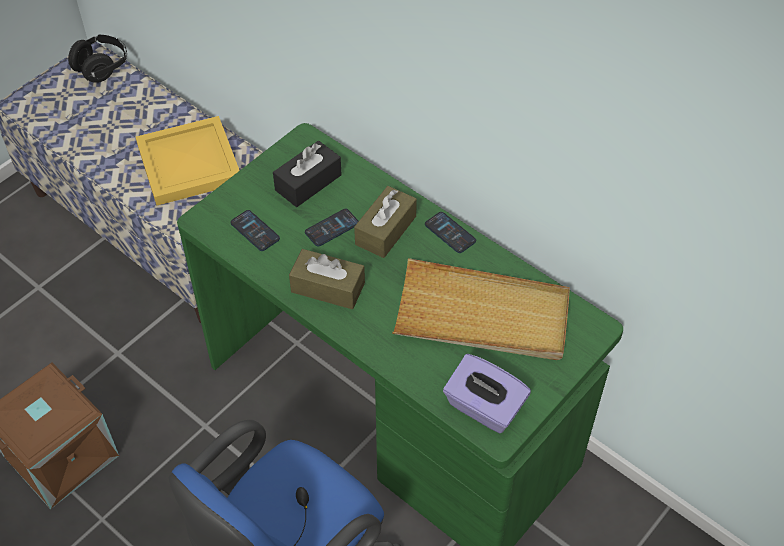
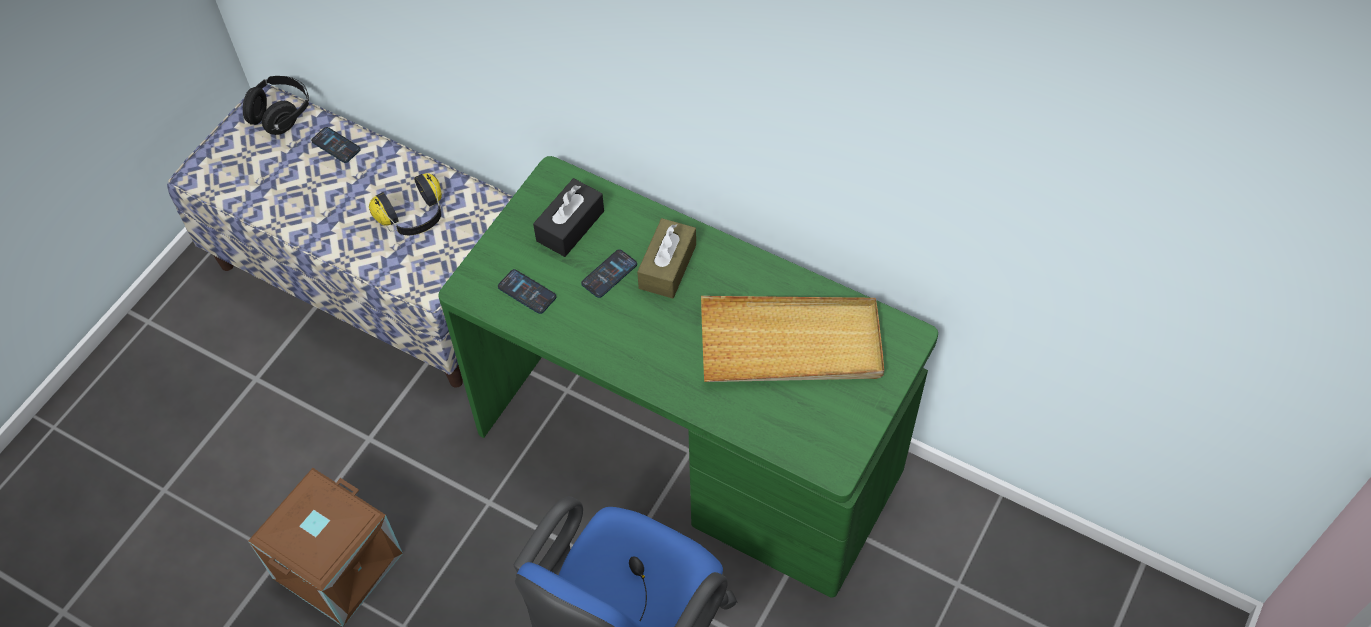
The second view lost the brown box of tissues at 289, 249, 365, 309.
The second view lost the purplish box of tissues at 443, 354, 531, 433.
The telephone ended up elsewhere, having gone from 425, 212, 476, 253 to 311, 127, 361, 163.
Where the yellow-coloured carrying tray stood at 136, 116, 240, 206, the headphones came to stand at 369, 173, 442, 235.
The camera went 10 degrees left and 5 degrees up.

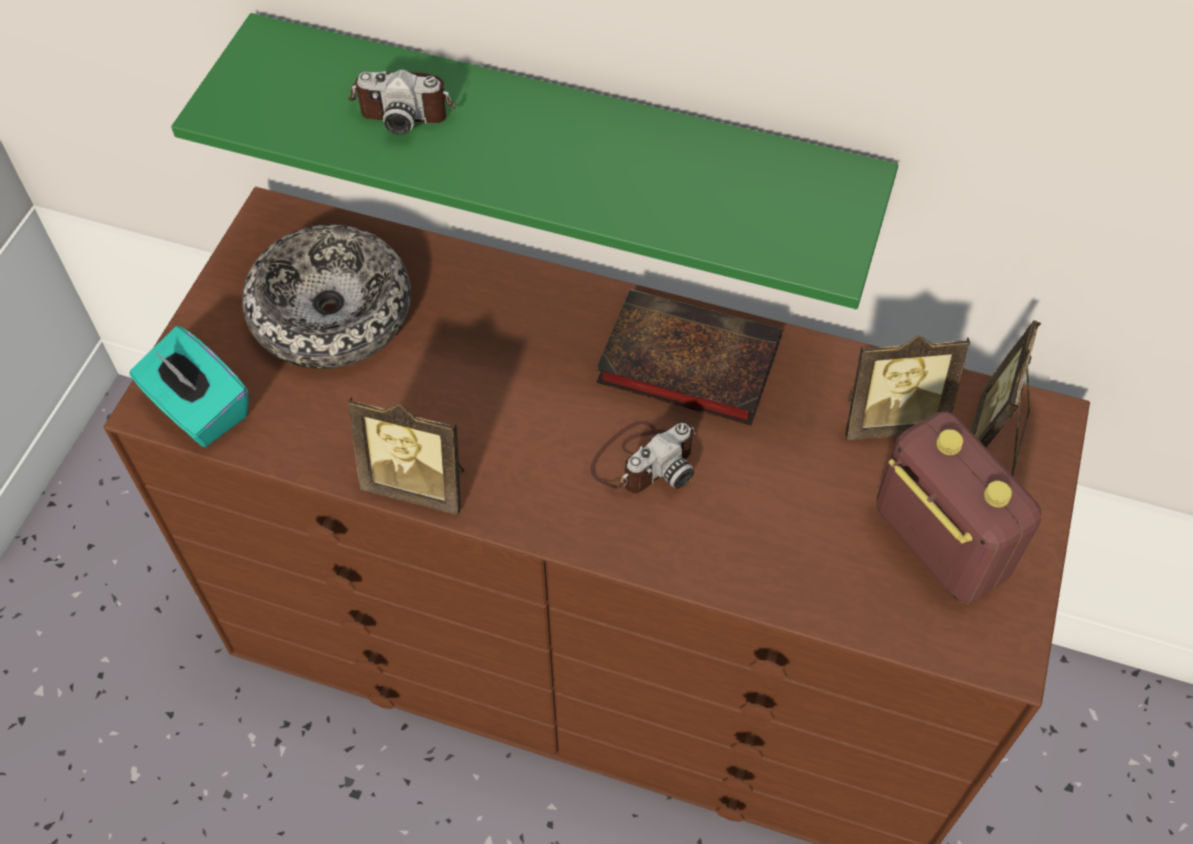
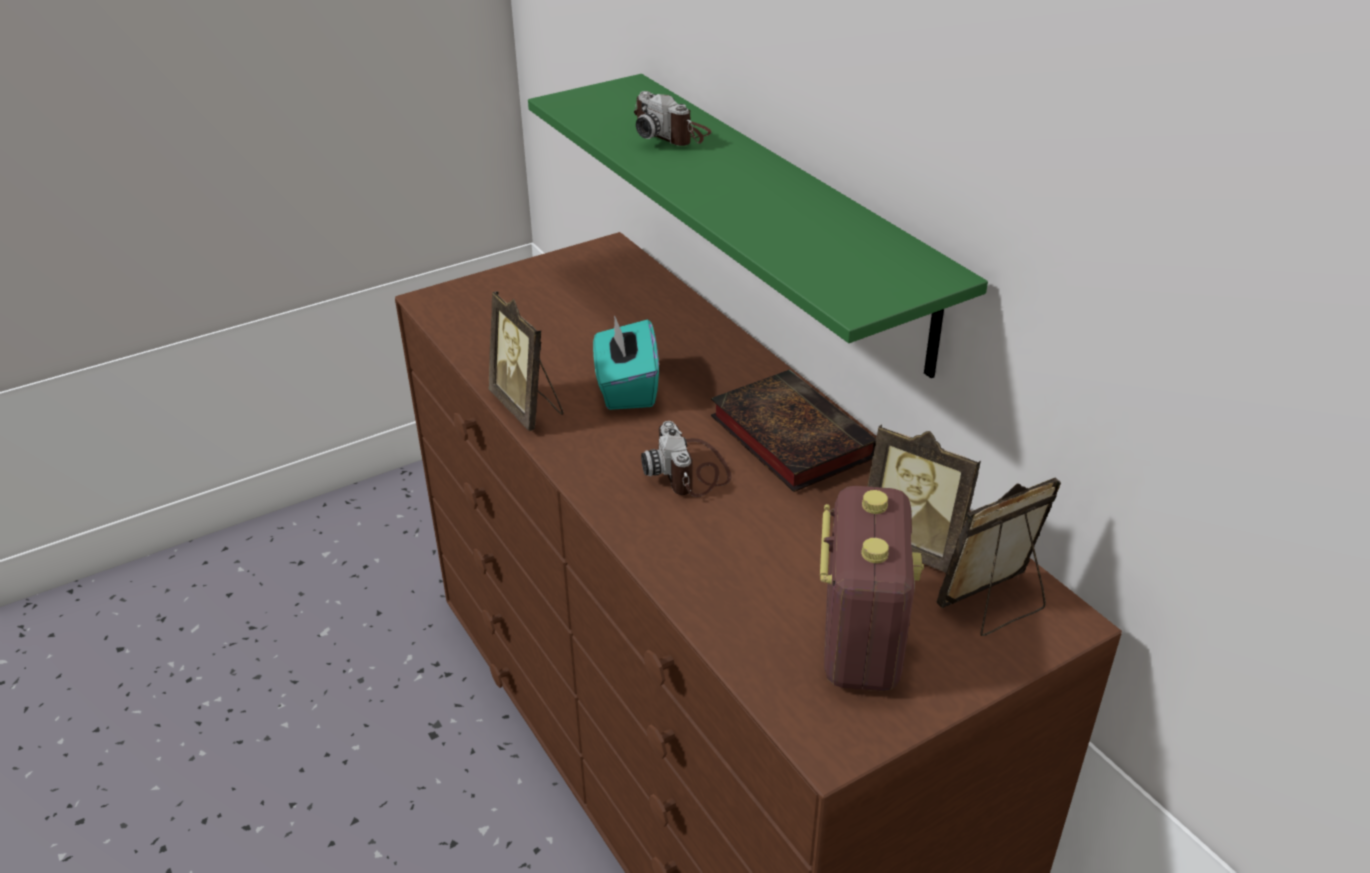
The second view lost the deep dish at 242, 225, 411, 369.
The turquoise-coloured box of tissues ended up elsewhere, having gone from 130, 326, 249, 447 to 593, 315, 659, 410.
The still camera at 590, 421, 696, 493 ended up facing another way, 75 degrees clockwise from before.
The camera went 40 degrees right and 20 degrees down.

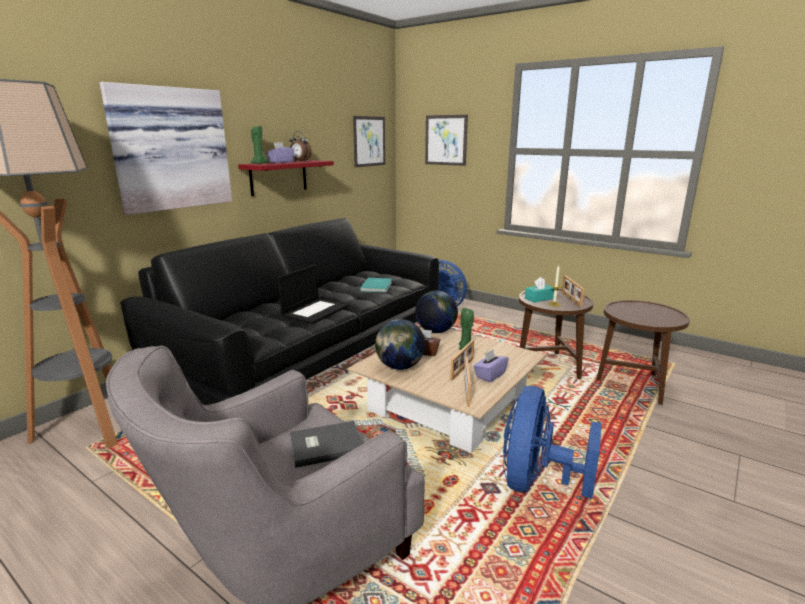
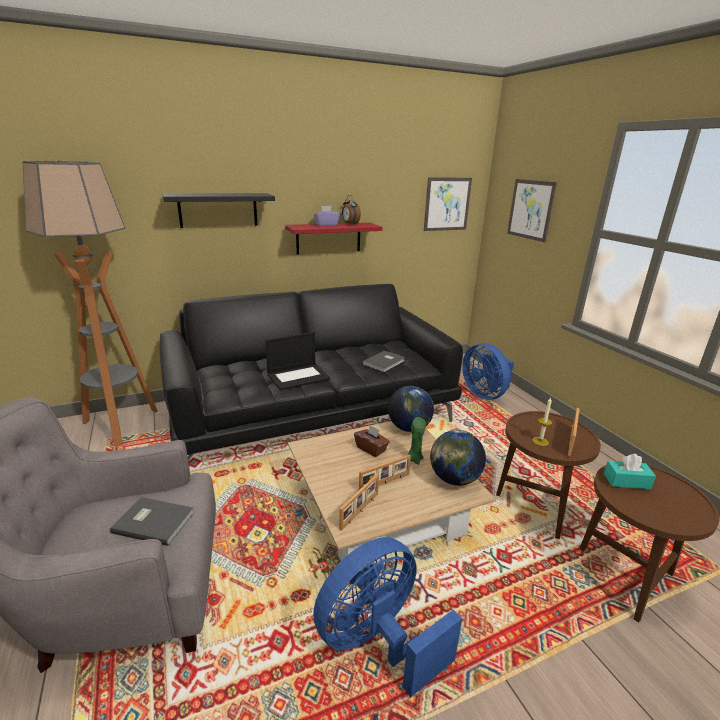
The second view lost the green wax candle at 250, 125, 269, 164.
The second view lost the purplish box of tissues at 473, 350, 509, 382.
The desk globe ended up elsewhere, having gone from 375, 319, 425, 370 to 430, 430, 486, 486.
The turquoise-coloured box of tissues ended up elsewhere, having gone from 525, 277, 554, 303 to 604, 454, 656, 489.
Where the wall art hung at 100, 82, 232, 215, the blackish wall shelf came to hang at 163, 193, 275, 228.
What was the turquoise-coloured volume at 360, 278, 392, 293 turned into the grey volume at 363, 351, 405, 372.
The camera went 30 degrees right and 5 degrees up.

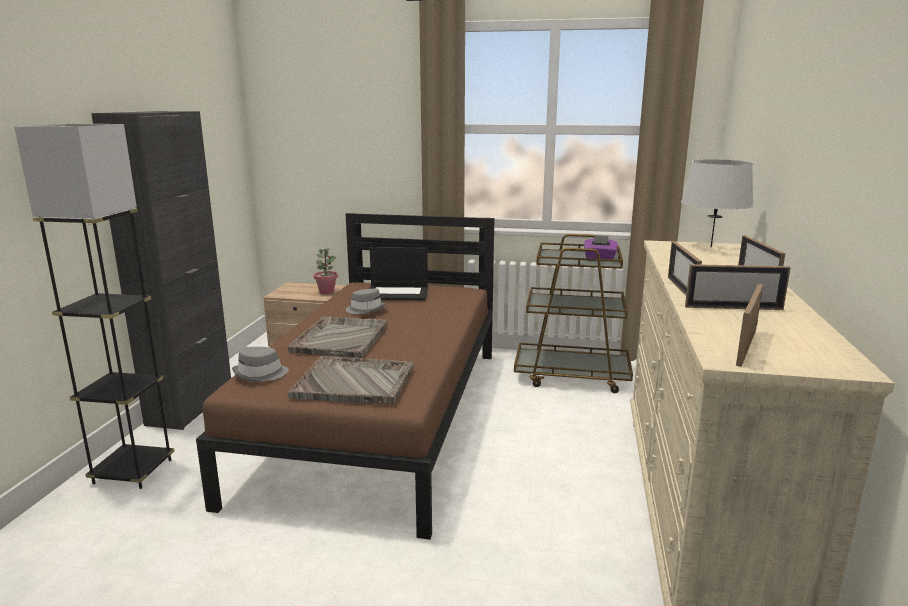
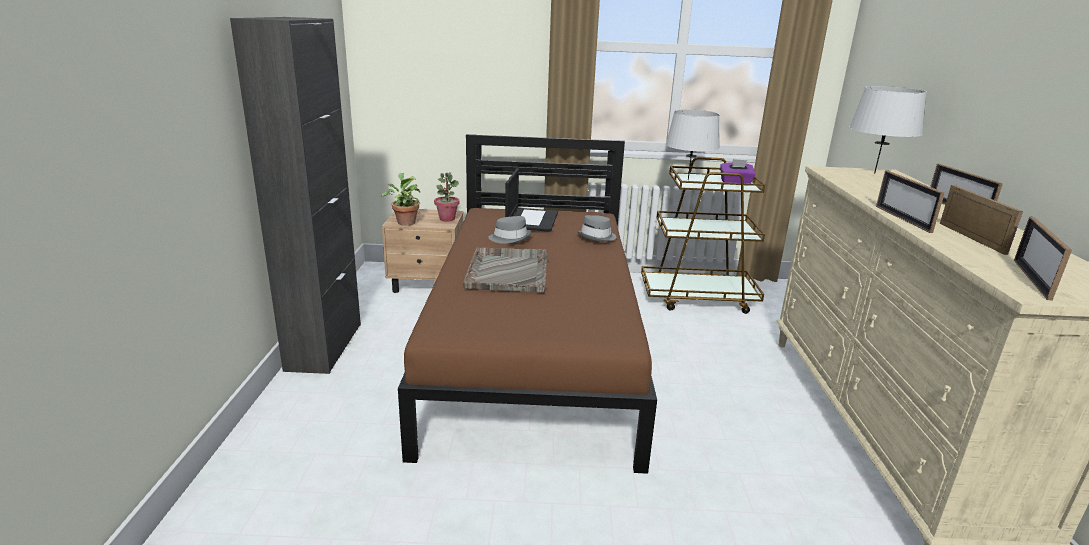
The second view lost the grey standing lamp at 14, 124, 174, 489.
The second view lost the grey carrying tray at 288, 356, 414, 405.
The second view gained the potted plant at 381, 173, 421, 226.
The second view gained the grey table lamp at 666, 110, 720, 180.
The grey clothing hat ended up elsewhere, having gone from 232, 347, 289, 382 to 577, 215, 616, 242.
The notebook computer at 369, 247, 428, 300 ended up facing another way, 75 degrees counterclockwise from before.
The photo frame at 685, 264, 791, 310 ended up facing another way, 90 degrees counterclockwise from before.
The camera went 10 degrees left and 5 degrees up.

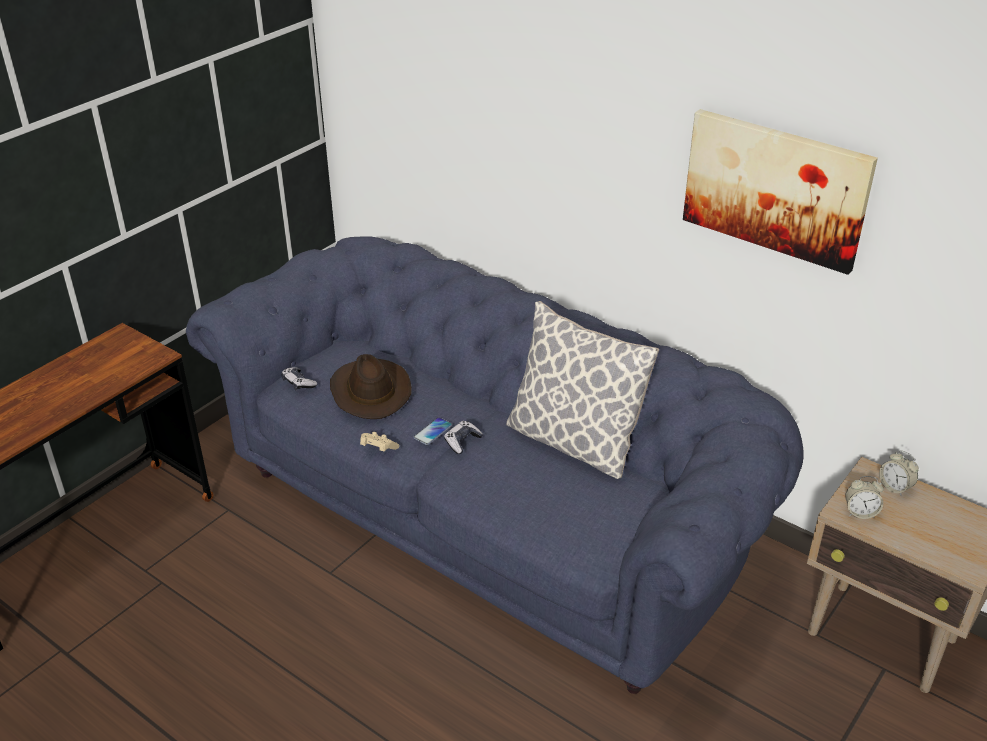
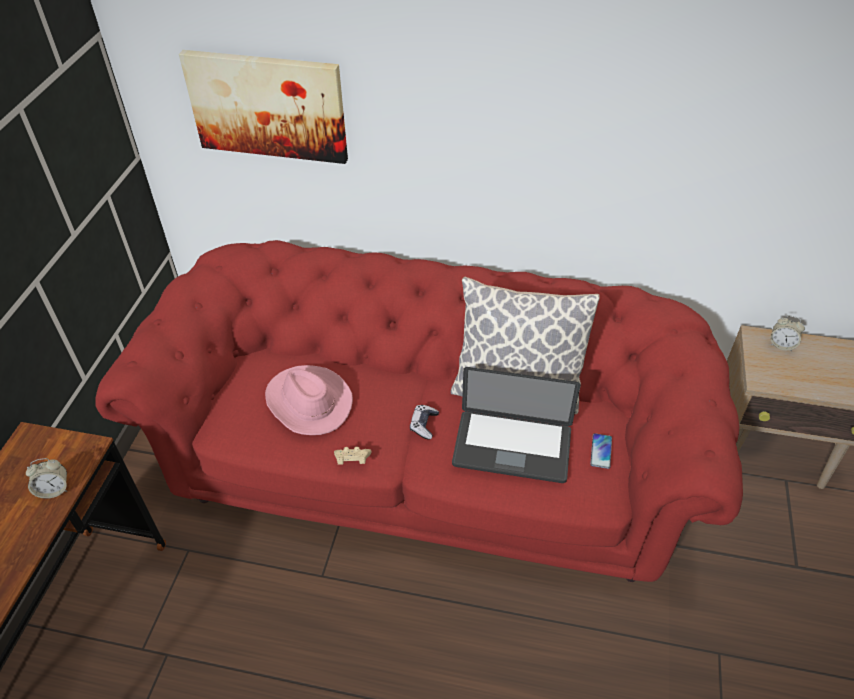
The second view lost the game controller at 281, 367, 317, 390.
The second view gained the notebook computer at 452, 367, 580, 483.
The telephone ended up elsewhere, having gone from 413, 417, 452, 445 to 590, 433, 612, 469.
The wall art ended up elsewhere, having gone from 683, 109, 878, 275 to 179, 50, 348, 164.
The table clock ended up elsewhere, having gone from 845, 476, 884, 519 to 26, 458, 67, 499.
What was the bluish settee at 186, 236, 804, 694 turned into the red settee at 96, 240, 743, 582.
What was the brown clothing hat at 330, 354, 412, 419 turned into the pinkish clothing hat at 265, 365, 353, 435.
The camera went 25 degrees left and 10 degrees up.

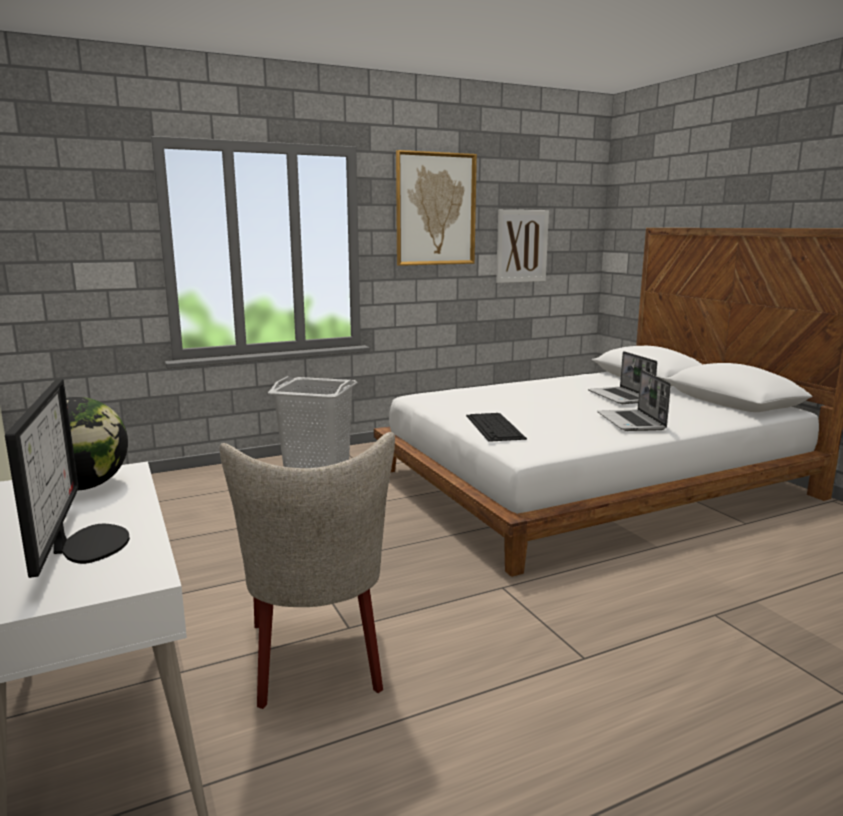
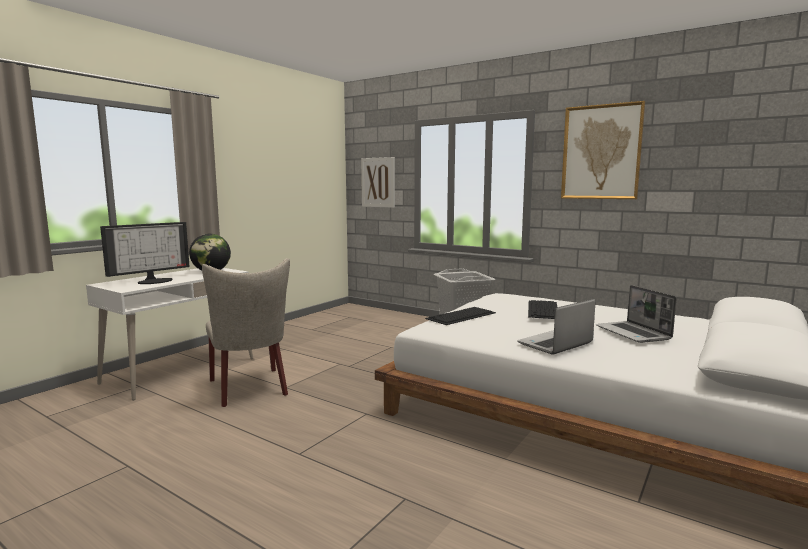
The second view gained the computer keyboard at 528, 300, 557, 319.
The wall art ended up elsewhere, having gone from 496, 210, 549, 283 to 361, 157, 395, 208.
The beige-coloured chair at 220, 432, 395, 709 ended up facing another way, 75 degrees counterclockwise from before.
The notebook computer at 588, 351, 657, 404 ended up facing another way, 60 degrees counterclockwise from before.
The camera went 60 degrees right and 5 degrees down.

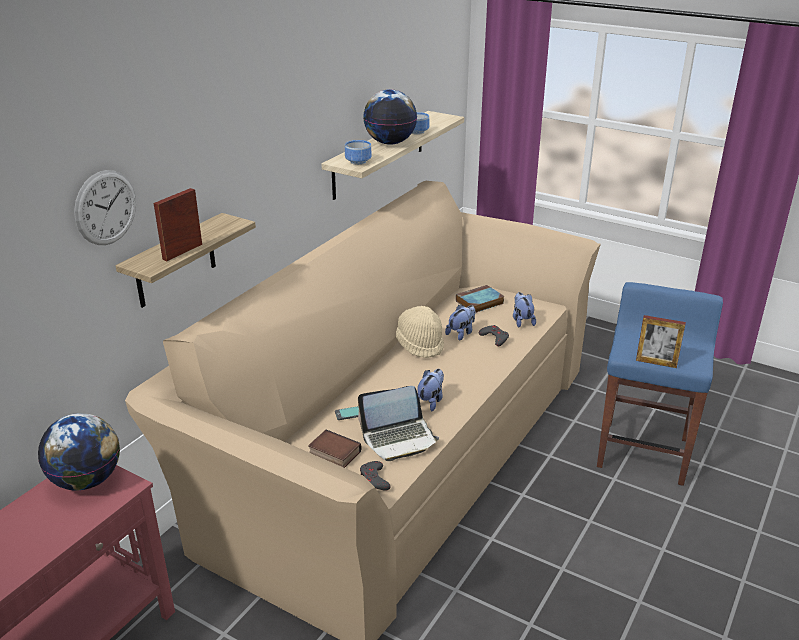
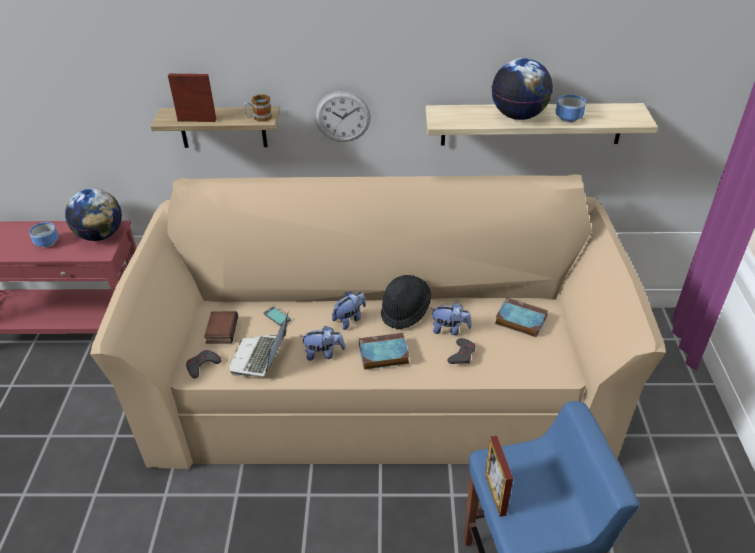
The second view gained the tea mug at 244, 94, 272, 122.
The second view gained the volume at 359, 333, 410, 370.
The clock on the wall ended up elsewhere, having gone from 74, 170, 136, 245 to 315, 91, 371, 142.
The deep dish ended up elsewhere, having gone from 345, 140, 372, 165 to 29, 222, 59, 248.
The soft toy ended up elsewhere, having gone from 513, 292, 536, 328 to 332, 292, 366, 330.
What was the beige-coloured clothing hat at 396, 306, 444, 358 turned into the blackish clothing hat at 381, 275, 432, 330.
The notebook computer at 358, 386, 439, 461 ended up facing another way, 60 degrees clockwise from before.
The camera went 60 degrees right and 10 degrees up.

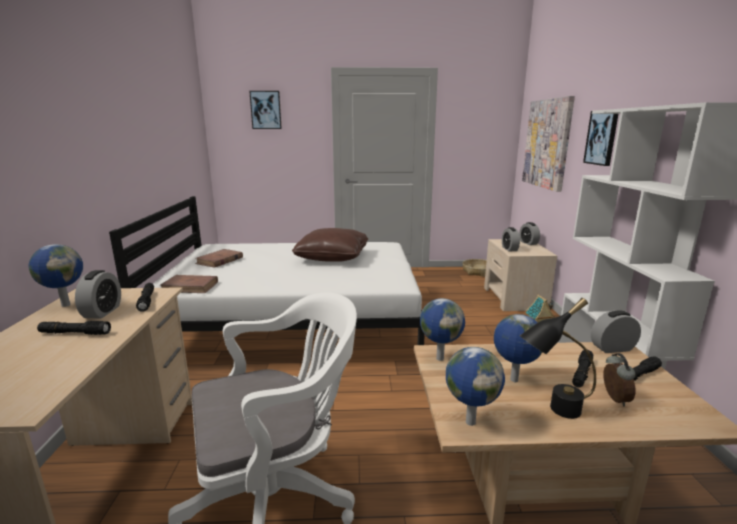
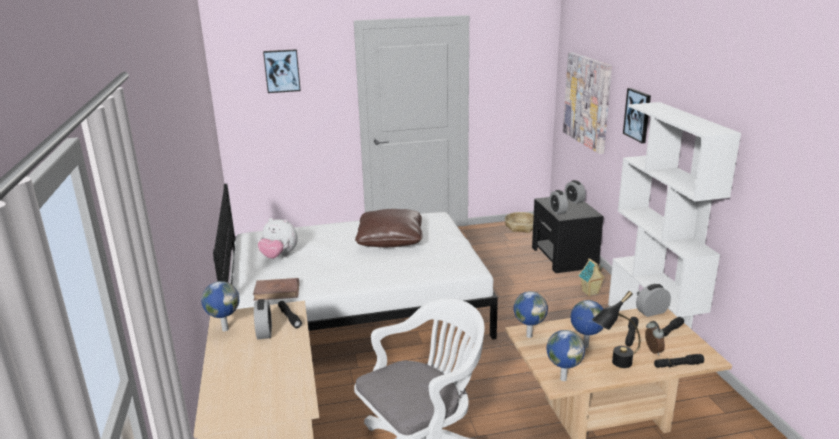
The blackish torch ended up elsewhere, having gone from 37, 321, 111, 335 to 654, 354, 704, 368.
Where the brown volume stood at 195, 249, 243, 268, the soft toy came to stand at 258, 218, 298, 259.
What was the beige-coloured bedside table at 484, 239, 557, 311 turned into the blackish bedside table at 532, 197, 603, 273.
The camera went 10 degrees left and 5 degrees up.

